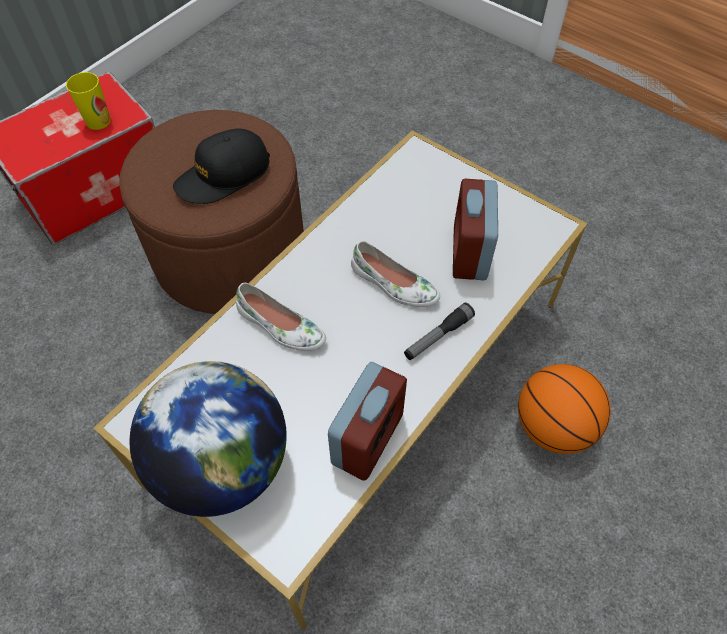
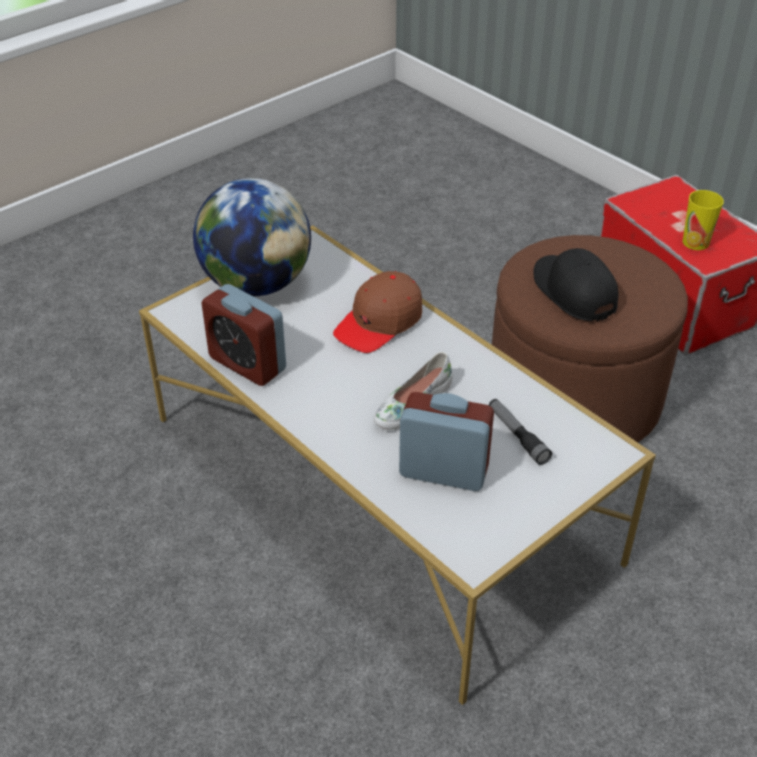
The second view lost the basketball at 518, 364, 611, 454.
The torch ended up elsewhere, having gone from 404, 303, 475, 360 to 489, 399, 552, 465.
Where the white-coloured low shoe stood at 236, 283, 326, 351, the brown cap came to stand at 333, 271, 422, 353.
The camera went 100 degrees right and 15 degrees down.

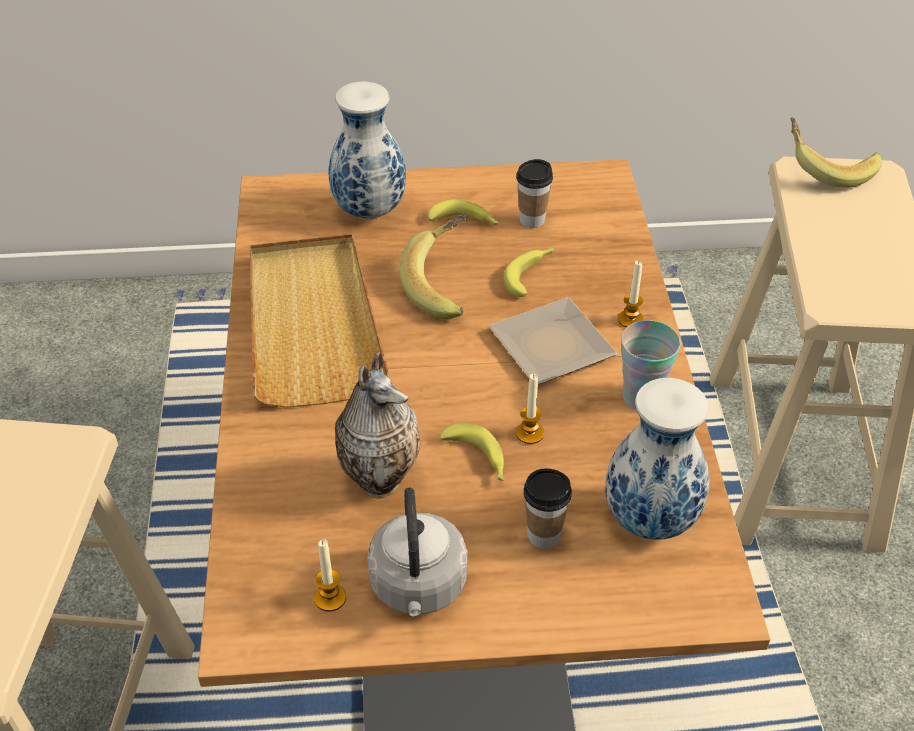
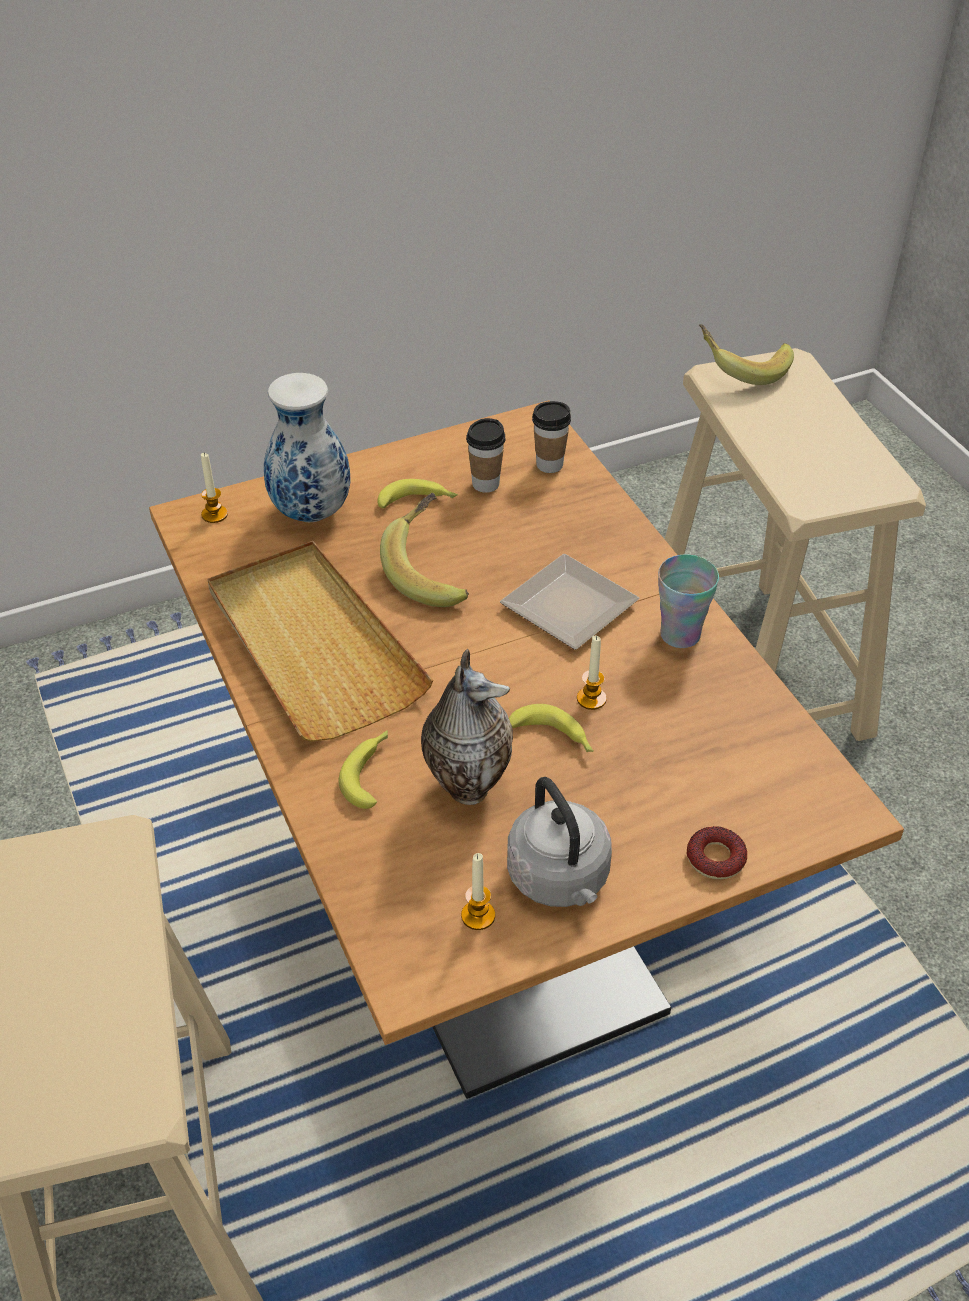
The second view lost the decorative vase at 605, 378, 710, 540.
The second view gained the ring doughnut at 687, 826, 747, 880.
The banana ended up elsewhere, having gone from 503, 248, 554, 297 to 339, 730, 388, 809.
The cup ended up elsewhere, having gone from 524, 468, 572, 549 to 532, 401, 571, 473.
The wax candle ended up elsewhere, having gone from 618, 261, 644, 327 to 201, 453, 228, 523.
The camera went 20 degrees left and 0 degrees up.

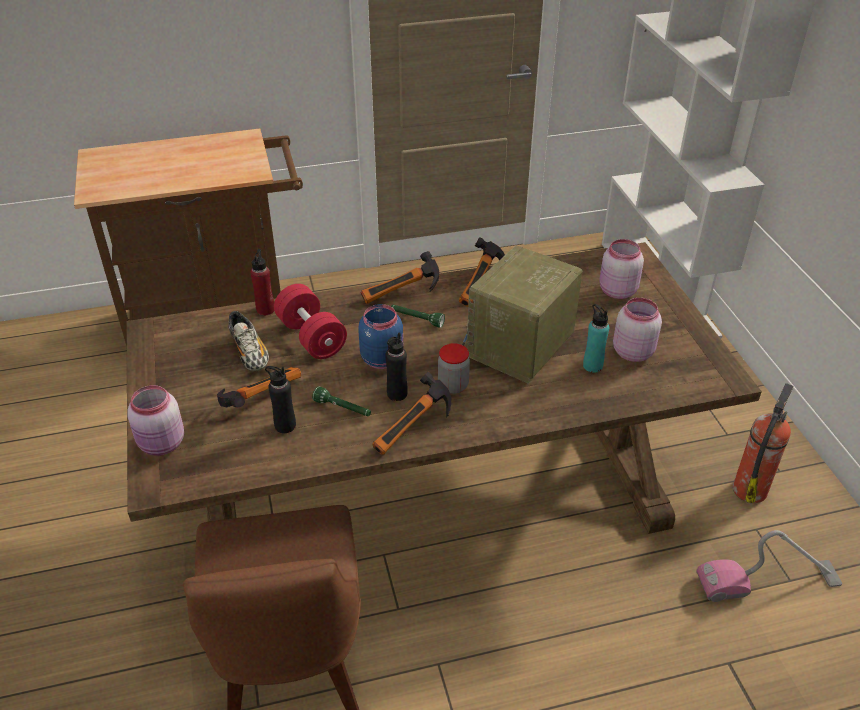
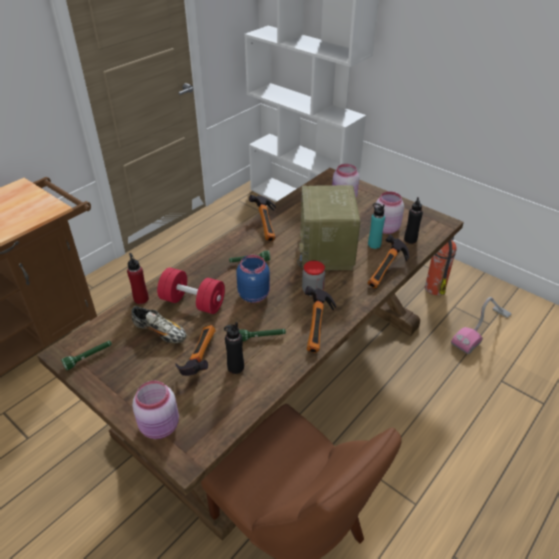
The second view gained the green torch at 61, 341, 112, 371.
The hand hammer ended up elsewhere, having gone from 361, 251, 439, 304 to 367, 234, 409, 288.
The blackish drink bottle ended up elsewhere, having gone from 385, 333, 408, 401 to 404, 197, 423, 244.
The camera went 35 degrees left and 0 degrees up.

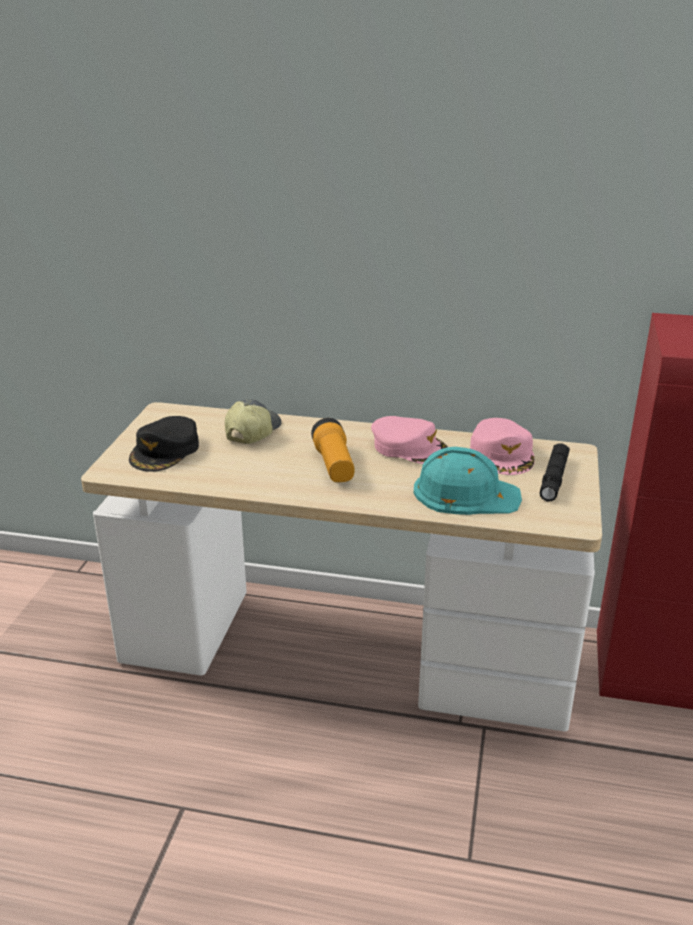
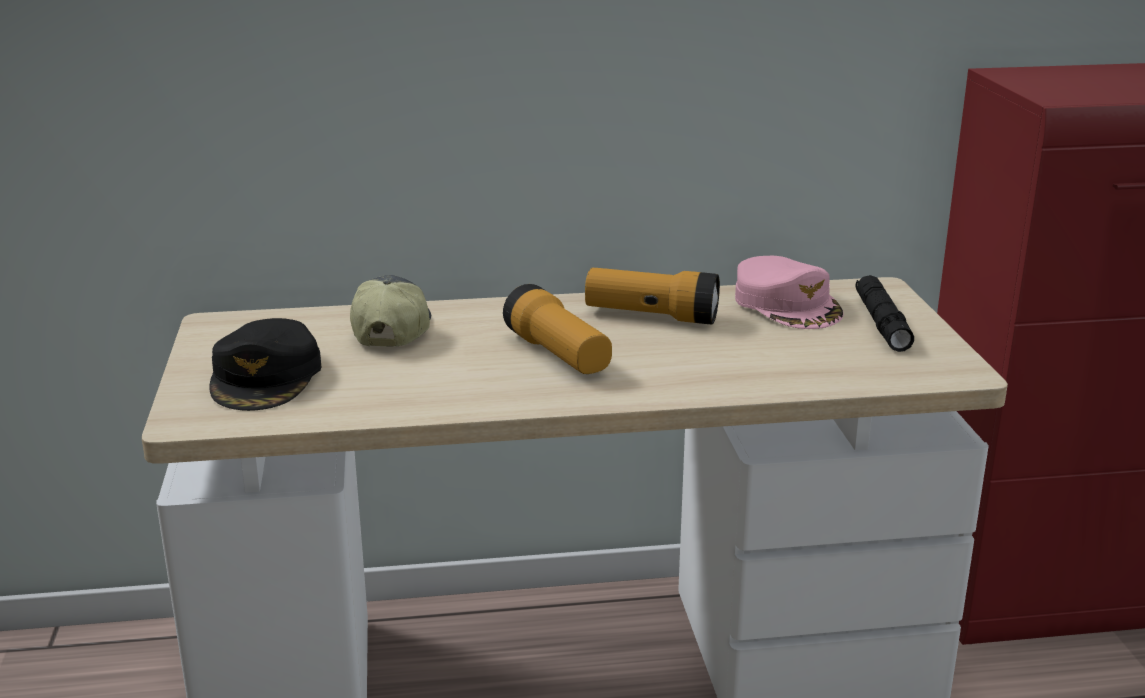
The second view lost the turquoise-coloured hard hat at 414, 447, 522, 515.
Where the pinkish cap stood at 371, 416, 448, 464, the torch came to stand at 585, 268, 720, 324.
The camera went 20 degrees left and 5 degrees down.

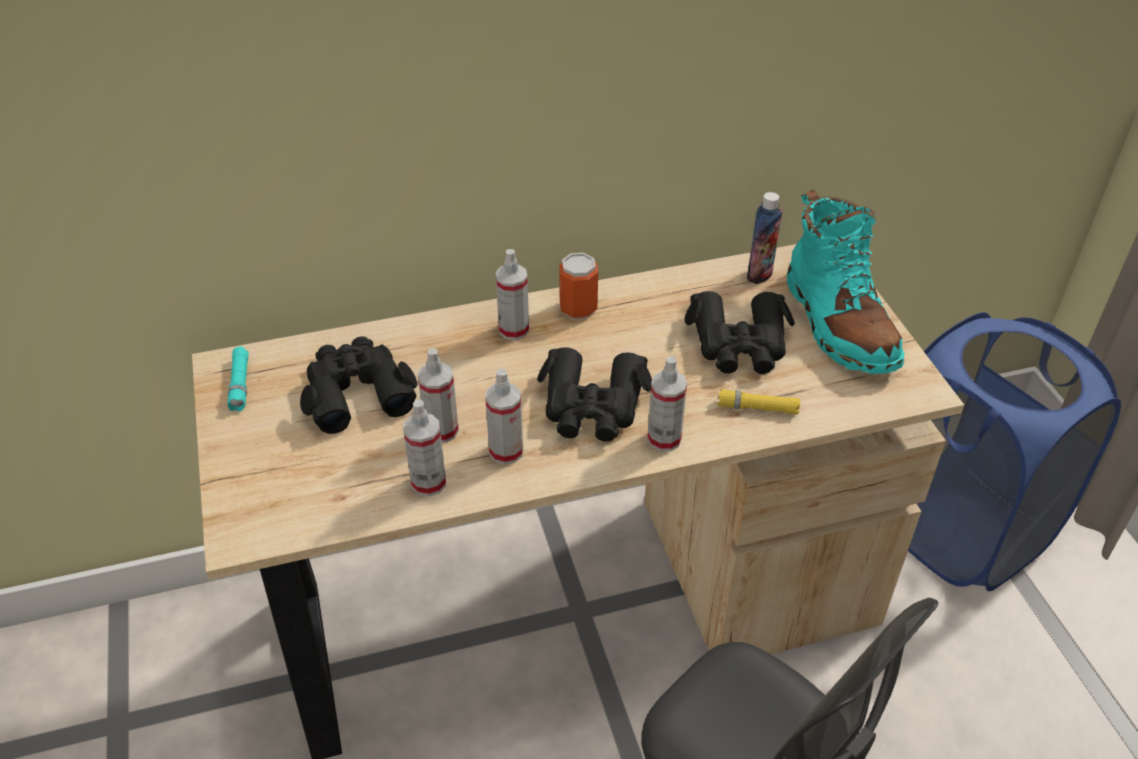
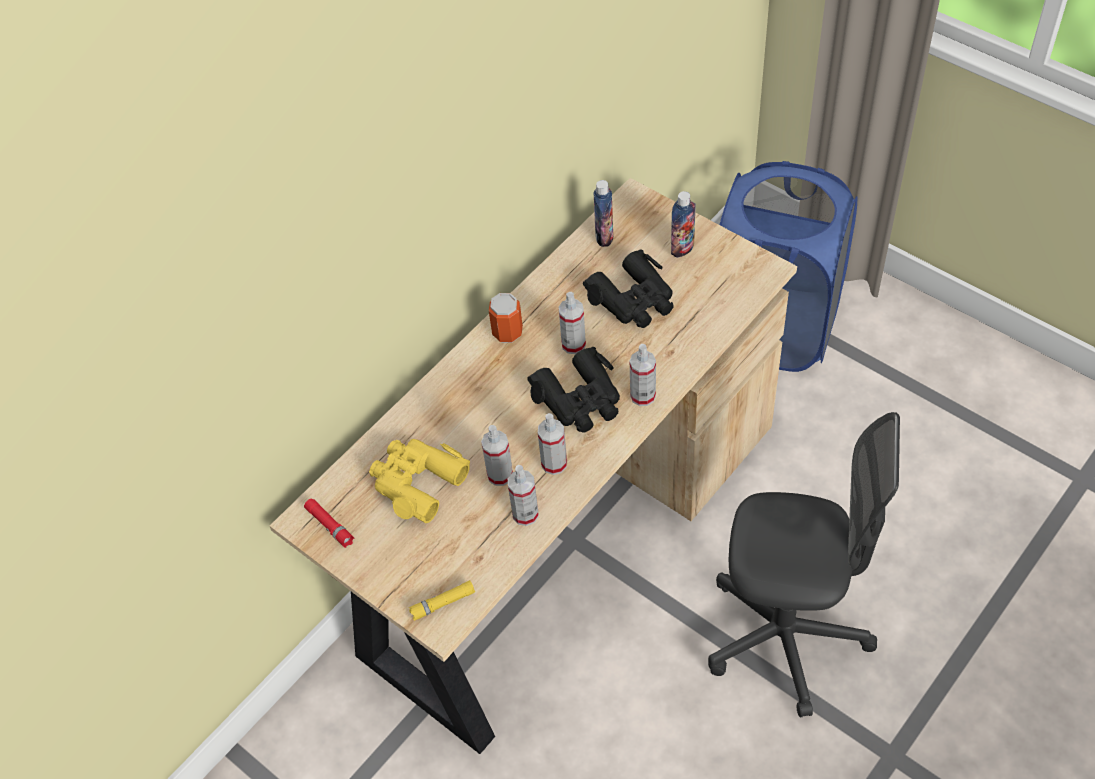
The hand sprayer ended up elsewhere, having gone from 496, 249, 529, 340 to 559, 292, 586, 354.
The yellow-coloured torch ended up elsewhere, having gone from 718, 389, 800, 414 to 409, 580, 475, 621.
Where the turquoise-coloured tall boot stood at 787, 190, 904, 374, the drink bottle came to stand at 671, 191, 696, 258.
What was the turquoise-coloured torch at 228, 346, 249, 412 turned into the red torch at 304, 499, 354, 548.
What was the blackish field glasses at 300, 336, 418, 434 turned into the yellow-coloured field glasses at 369, 439, 470, 523.
The camera went 30 degrees left and 10 degrees up.

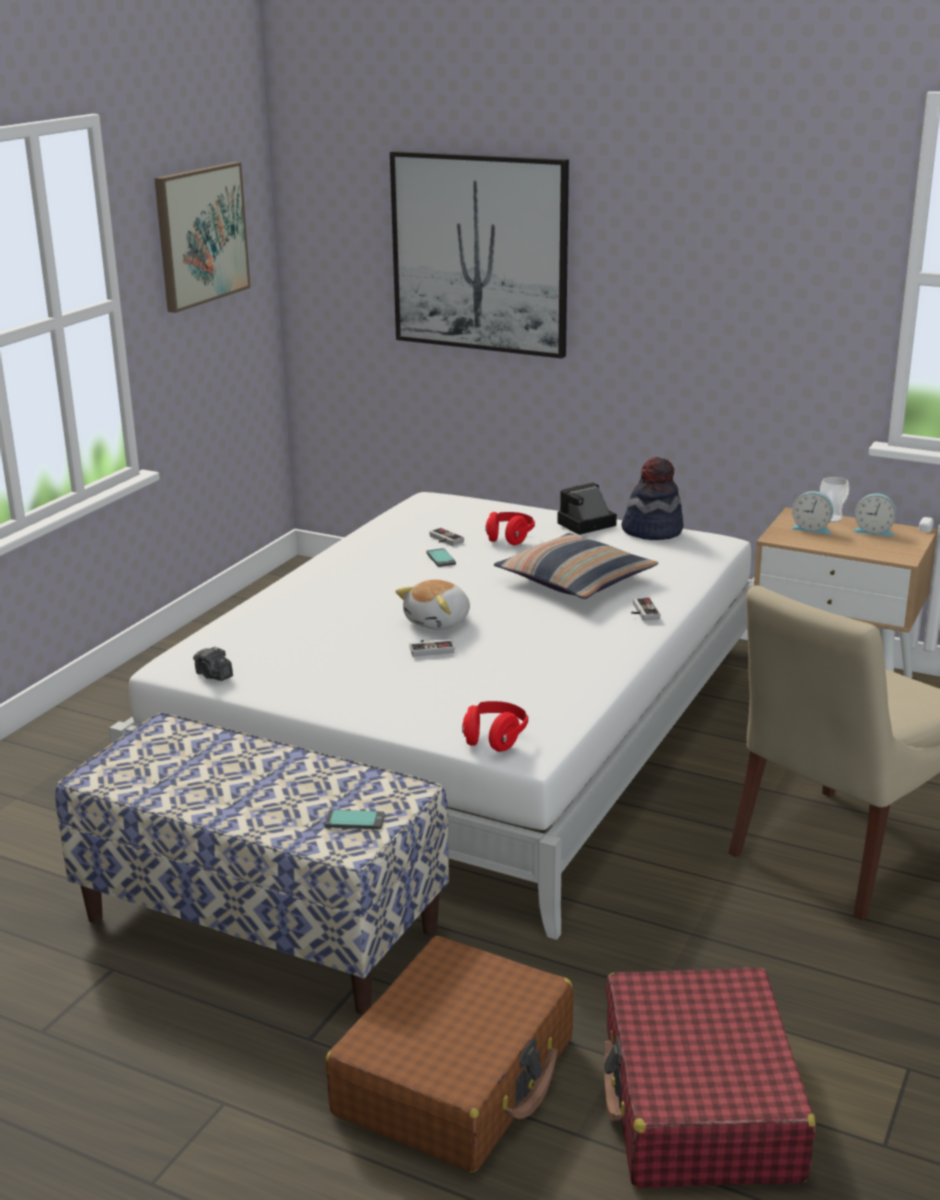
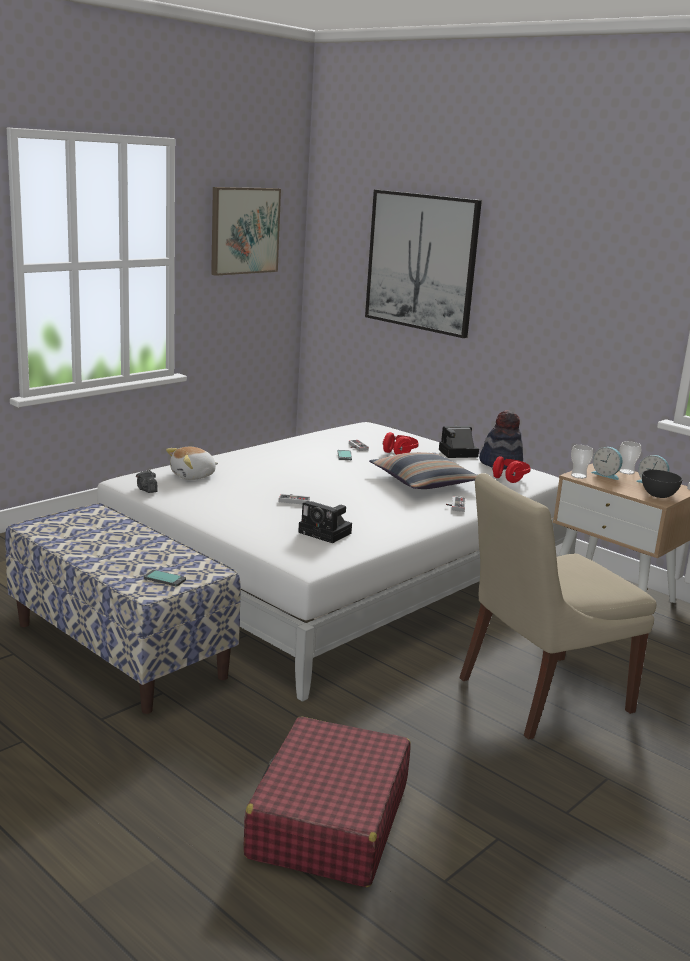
The second view lost the brown piece of luggage at 325, 936, 574, 1173.
The second view gained the still camera at 298, 501, 352, 543.
The second view gained the cup at 571, 445, 593, 479.
The second view gained the grey deep dish at 642, 470, 683, 498.
The soft toy ended up elsewhere, having gone from 395, 580, 470, 630 to 166, 447, 218, 480.
The red headphones ended up elsewhere, having gone from 462, 701, 528, 752 to 492, 456, 531, 483.
The camera went 15 degrees right and 5 degrees down.

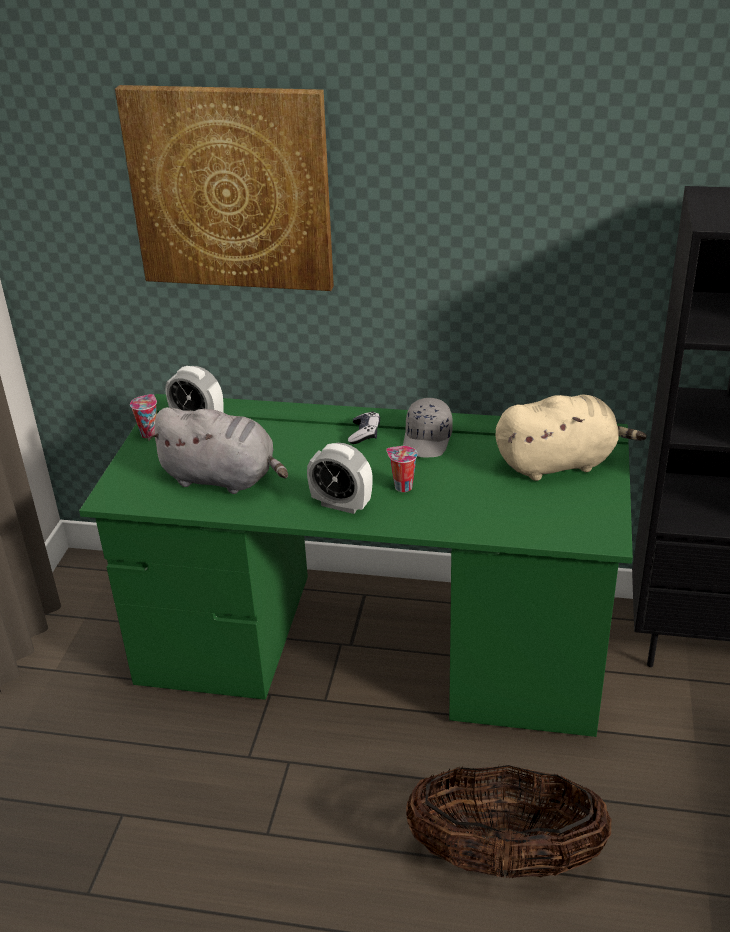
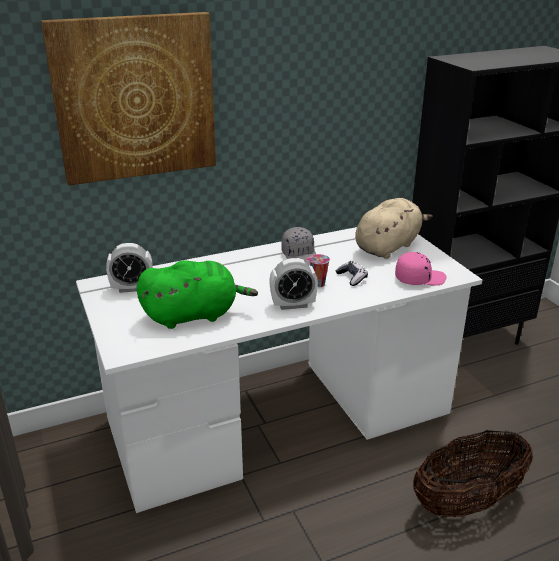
The second view lost the cup at 130, 394, 157, 438.
The second view gained the pinkish cap at 395, 252, 447, 286.
The game controller ended up elsewhere, having gone from 348, 412, 380, 444 to 336, 261, 368, 286.
What was the green desk table at 79, 394, 633, 737 turned into the white-coloured desk table at 76, 227, 482, 513.
What was the grey soft toy at 148, 407, 288, 494 turned into the green soft toy at 137, 260, 258, 329.
The camera went 35 degrees left and 5 degrees down.

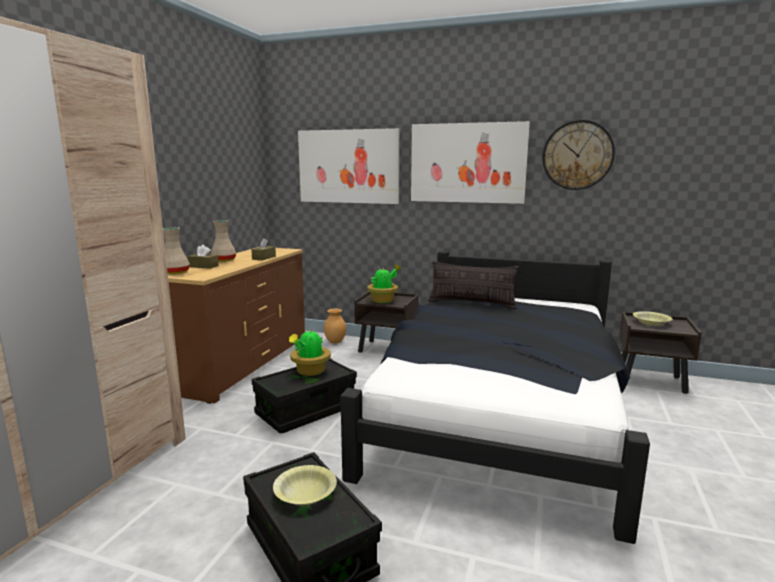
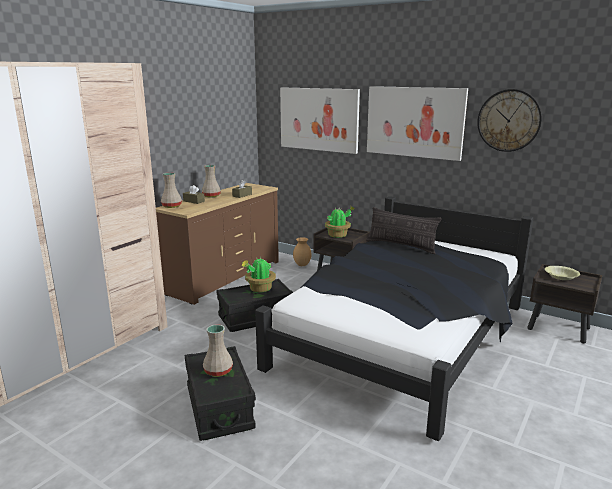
Where the yellow-coloured deep dish stood at 273, 465, 337, 505, the beige-coloured decorative vase came to stand at 203, 324, 233, 377.
The camera went 15 degrees right and 5 degrees up.

